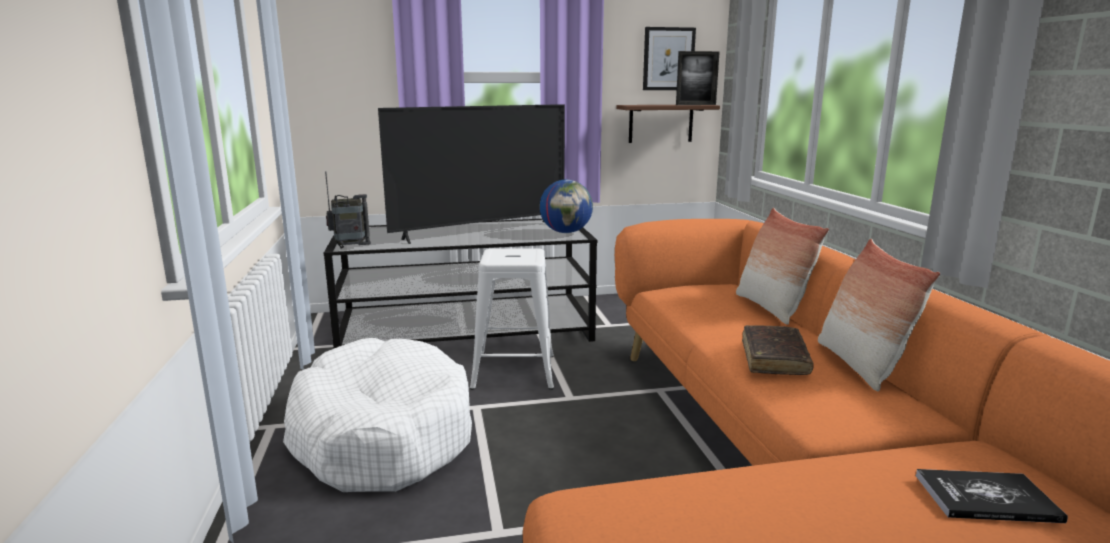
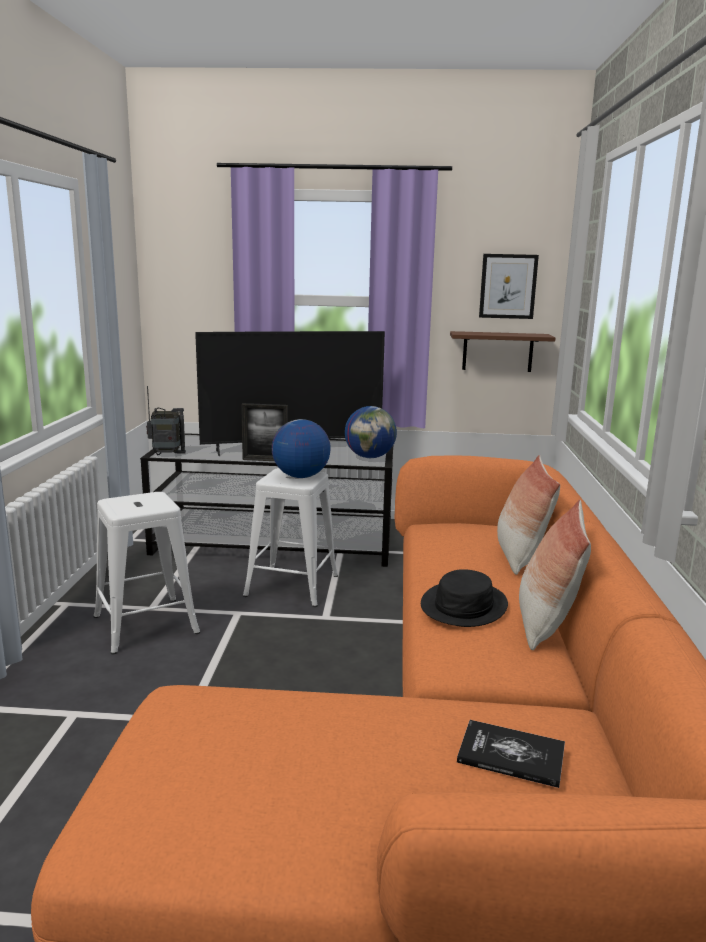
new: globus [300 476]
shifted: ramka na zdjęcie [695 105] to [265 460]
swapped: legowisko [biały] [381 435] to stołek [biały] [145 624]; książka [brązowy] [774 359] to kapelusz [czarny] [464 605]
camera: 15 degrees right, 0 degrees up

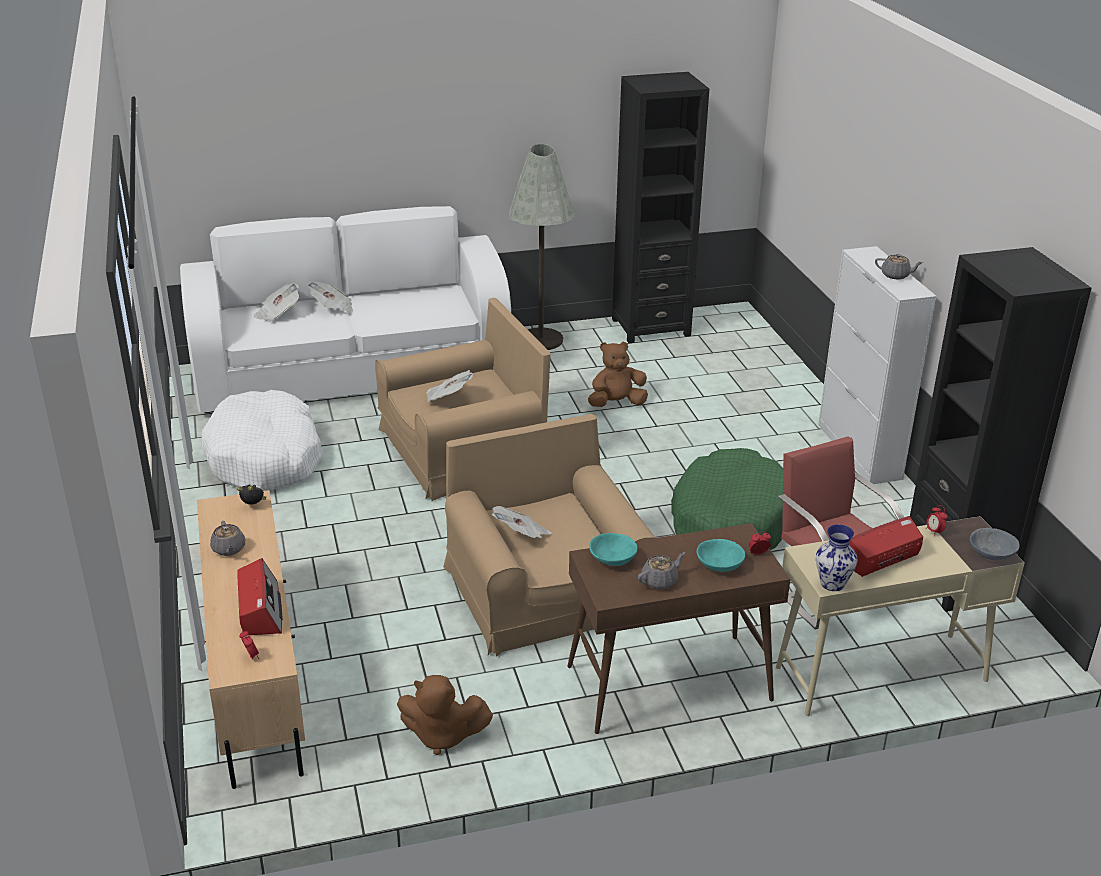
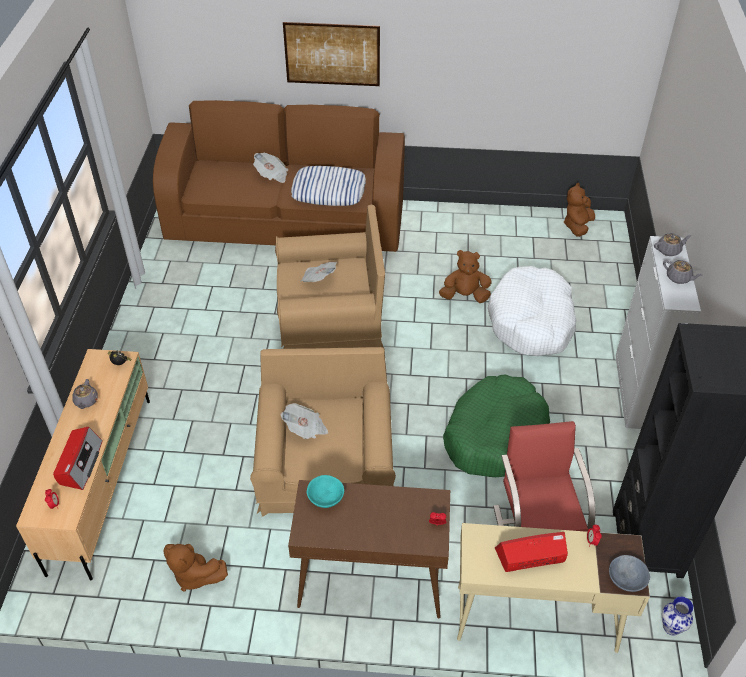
gone: gazeta [277 314]; lampa stojąca [szary] [540 340]; regał [czarny] [650 327]; miska [turkusowy] [719 565]
new: obraz [332 54]; poduszka [328 191]; pluszak [brązowy] [577 226]
shifted: legowisko [biały] [265 458] to [531 322]; imbryk [szary] [660 581] to [669 250]; wazon [833 584] to [672 627]
repainted: kanapa [biały] [353 372] to kanapa [brązowy] [286 221]
camera: 20 degrees right, 15 degrees up

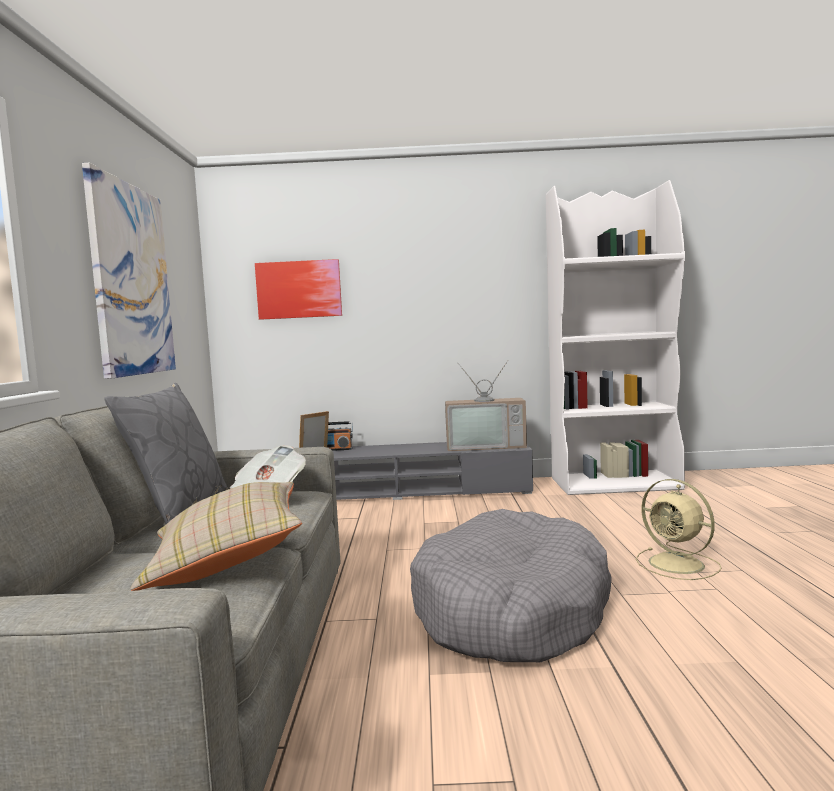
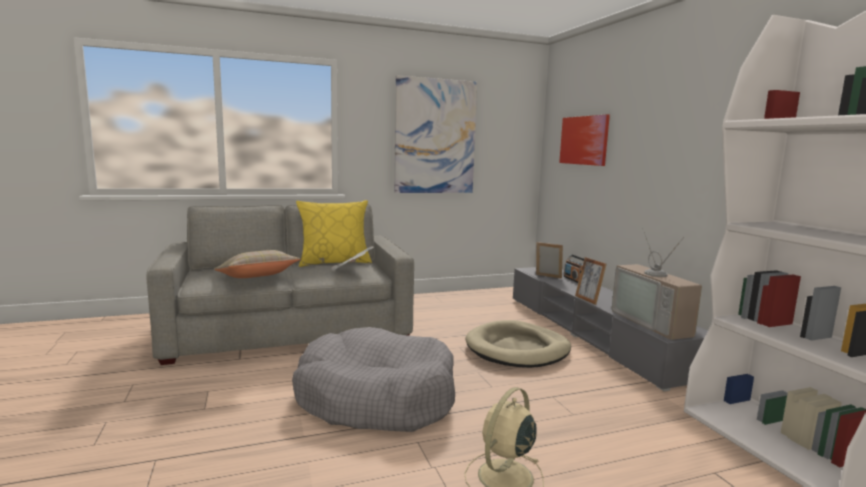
new: legowisko [beżowy] [517 349]; ramka na zdjęcie [588 300]
repainted: poduszka [szary] [179 509] to poduszka [żółty] [334 262]
camera: 70 degrees right, 5 degrees up

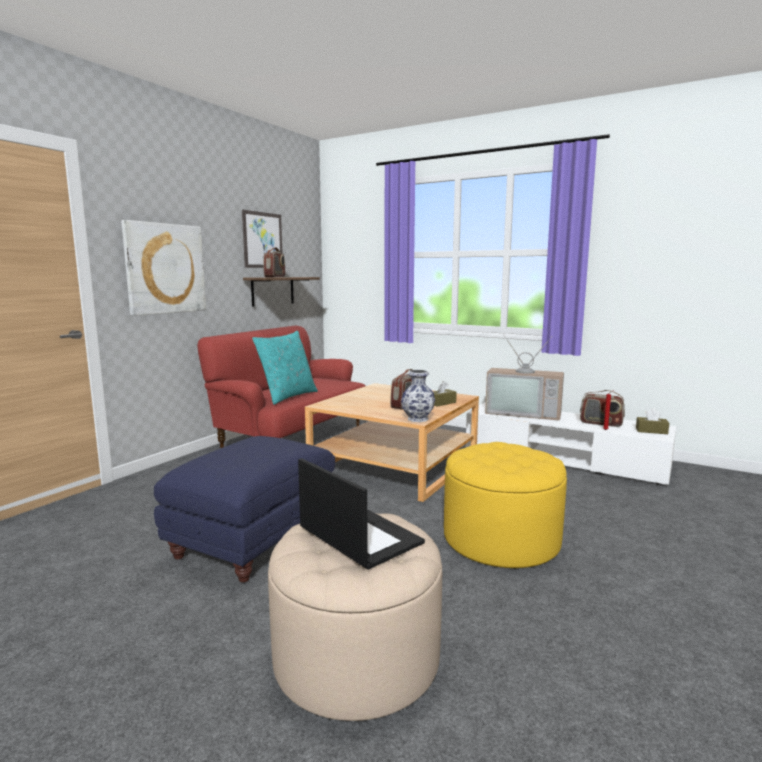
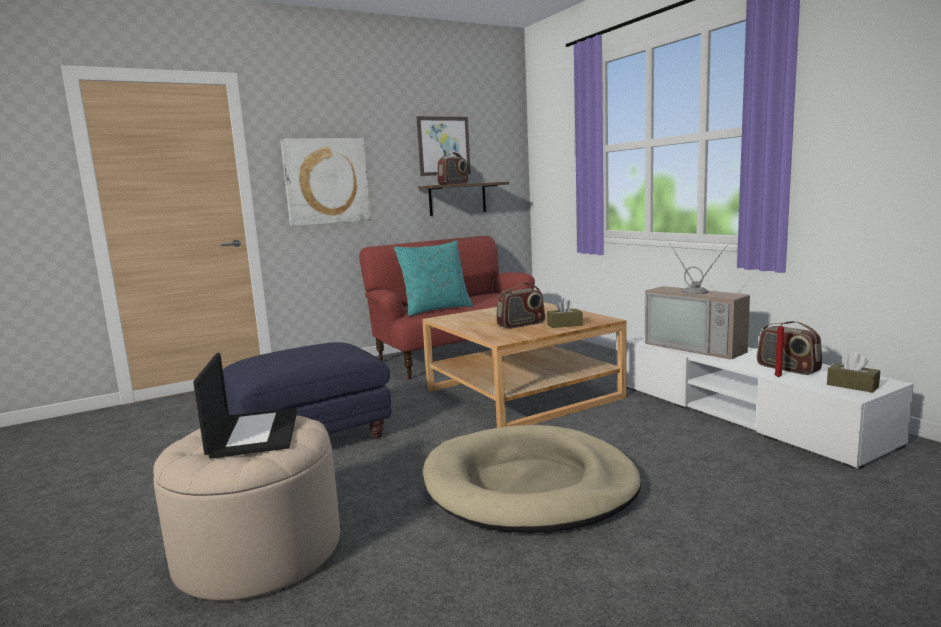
gone: wazon [417 419]
swapped: pufa [żółty] [501 539] to legowisko [beżowy] [529 485]
camera: 30 degrees right, 0 degrees up

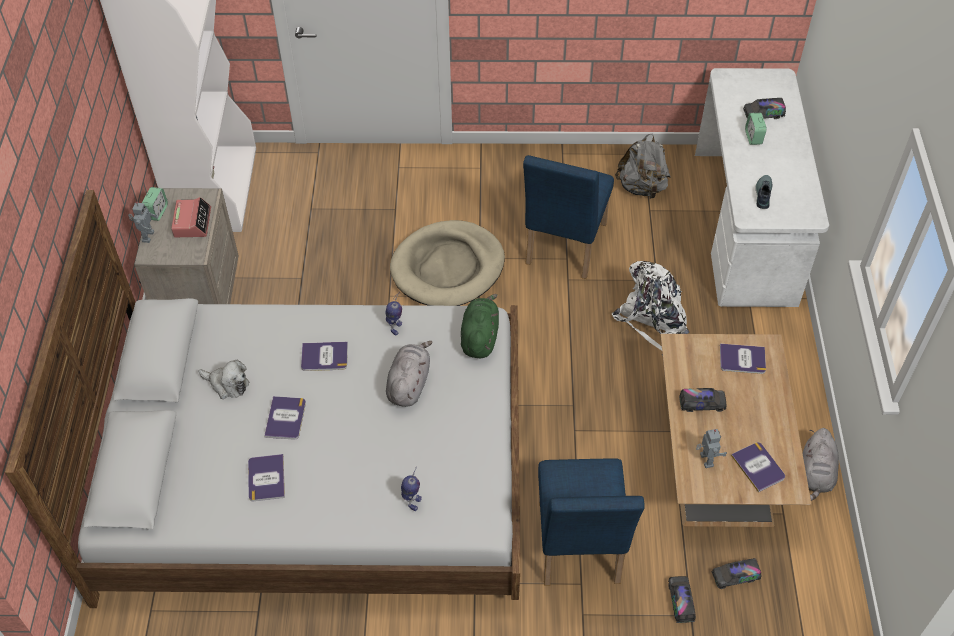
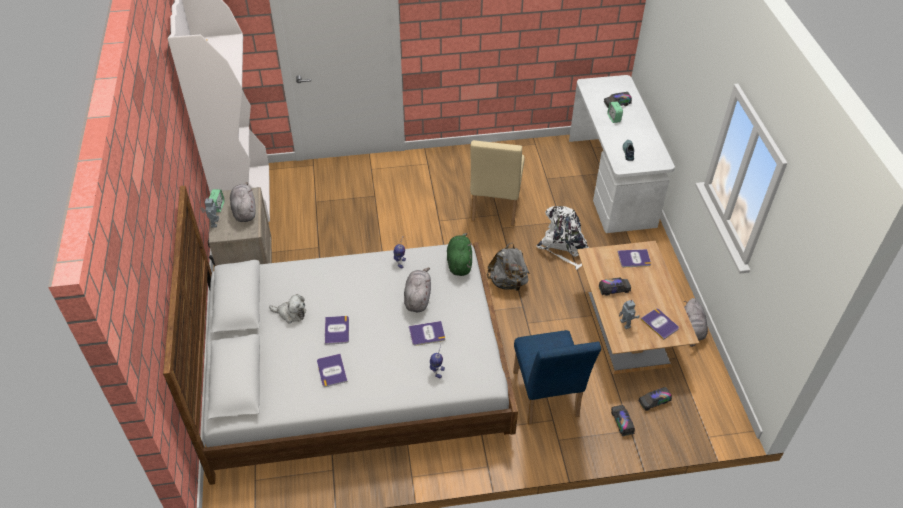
gone: legowisko [beżowy] [448 267]
shifted: książka [324 357] to [427 334]; plecak [szary] [642 187] to [508 282]
swapped: budzik [192 222] to pluszak [szary] [244 211]
repainted: krzesło [niebieski] [563 249] to krzesło [beżowy] [494 209]
camera: 10 degrees left, 5 degrees down

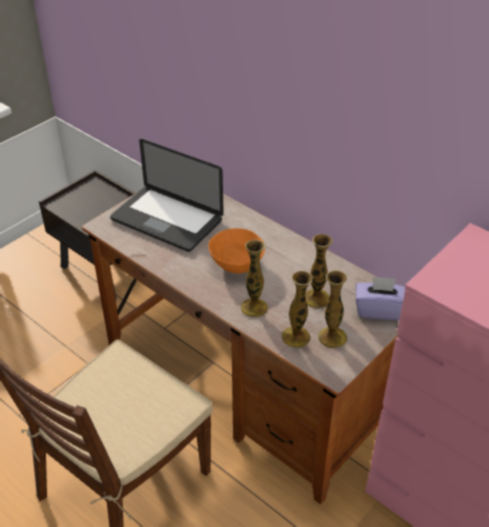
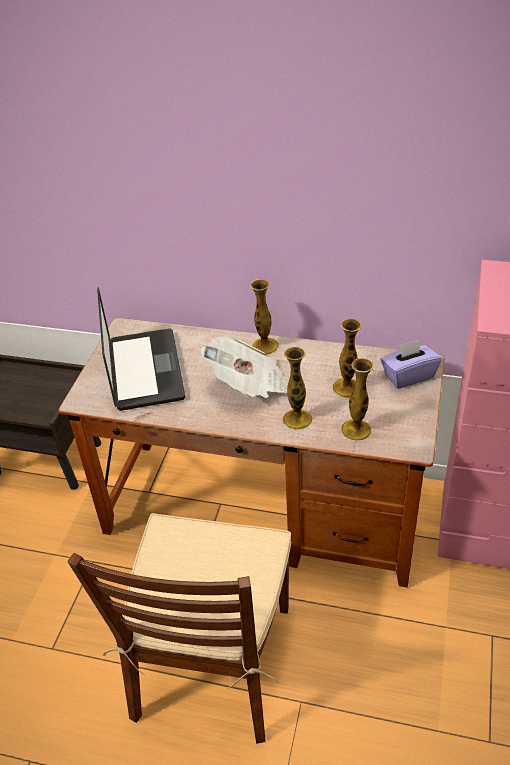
shifted: wazon [332 337] to [265 346]
swapped: miska [pomarańczowy] [237 264] to gazeta [249 385]
rotated: laptop [167 220] = [145 370] 105 degrees counterclockwise
camera: 25 degrees left, 0 degrees up

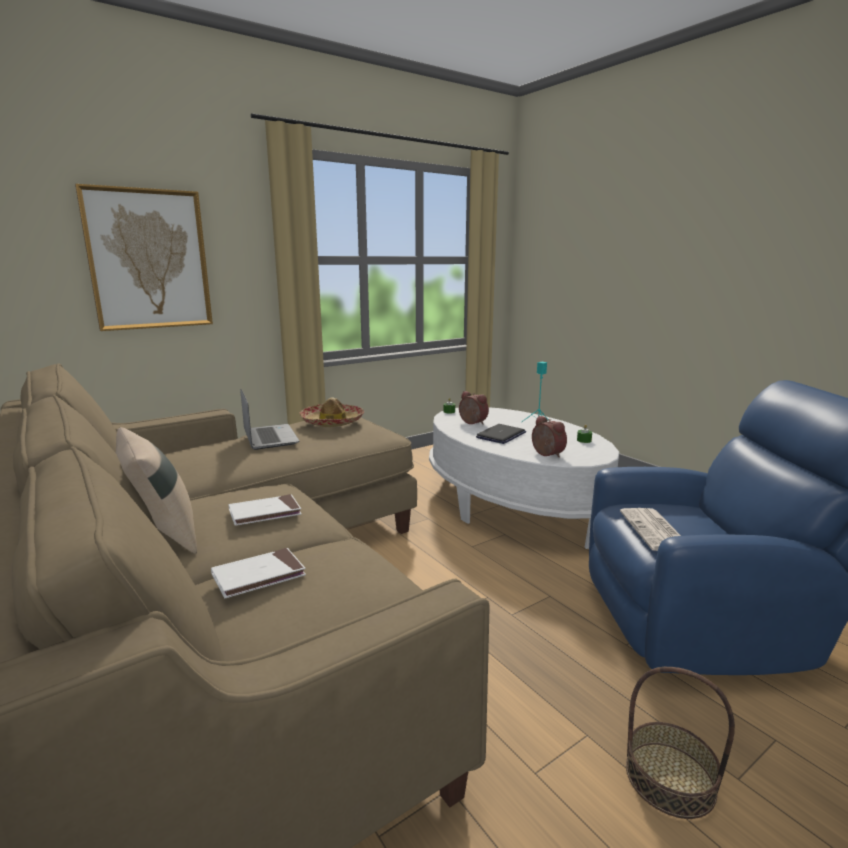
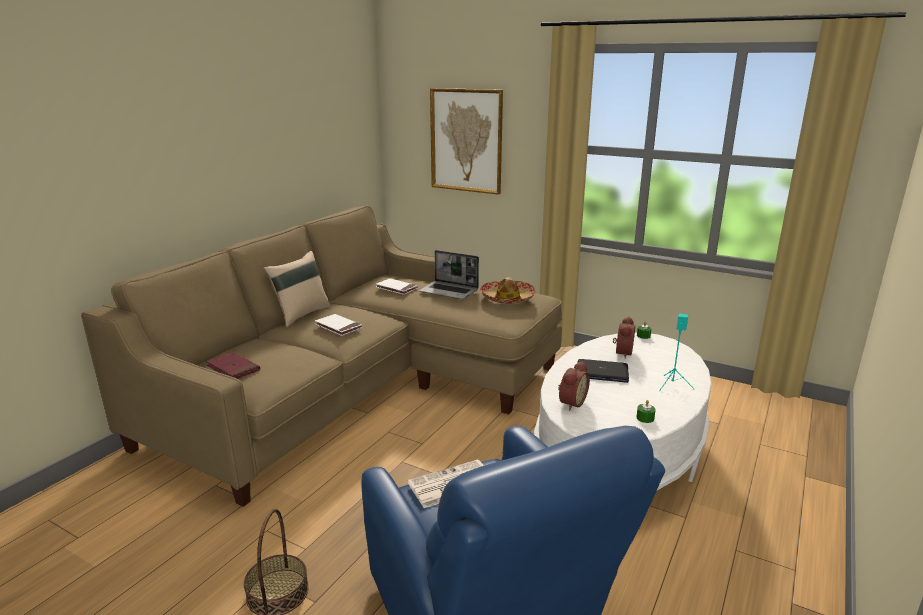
new: książka [czerwony] [233 368]
shifted: książka [biały] [258 576] to [396 288]
rotated: laptop [269 438] = [449 291] 75 degrees clockwise
camera: 65 degrees right, 5 degrees up

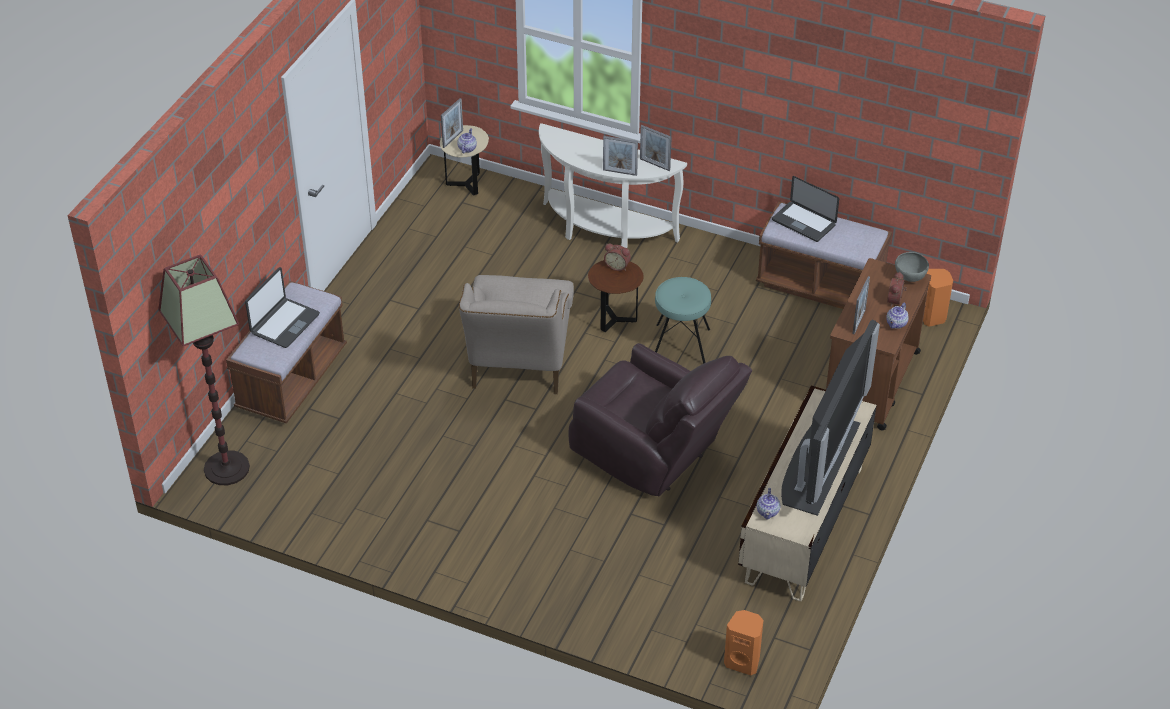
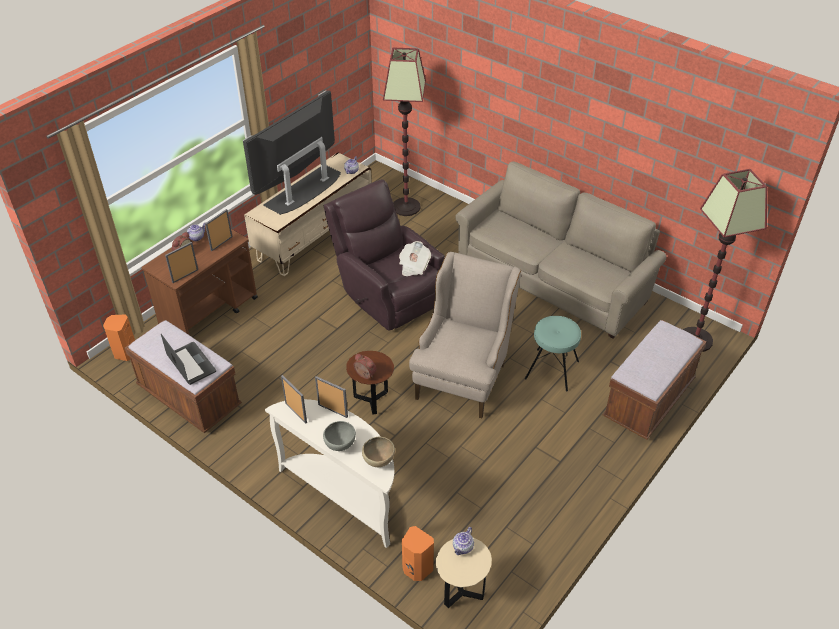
gone: laptop [284 323]
new: miska [brązowy] [379 461]; lampa stojąca [406 207]; gazeta [413 266]; kanapa [beżowy] [554 279]
shifted: ramka na zdjęcie [453 139] to [185 276]; miska [szary] [909 278] to [340 445]; głośnik [pomarańczowy] [743 661] to [416 569]; stołek [turkusowy] [681 345] to [551 370]
camera: 165 degrees left, 0 degrees up

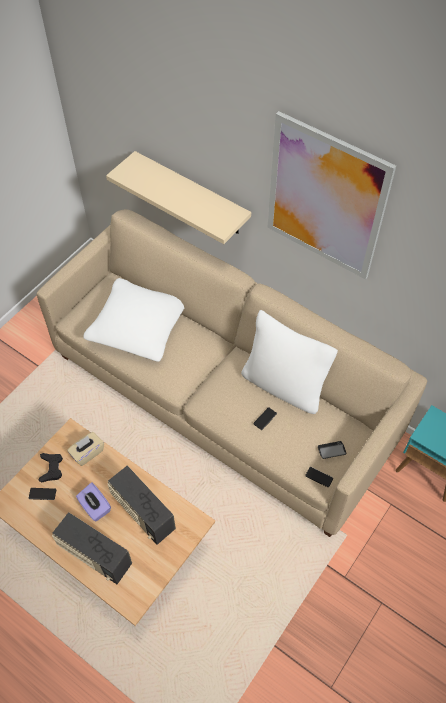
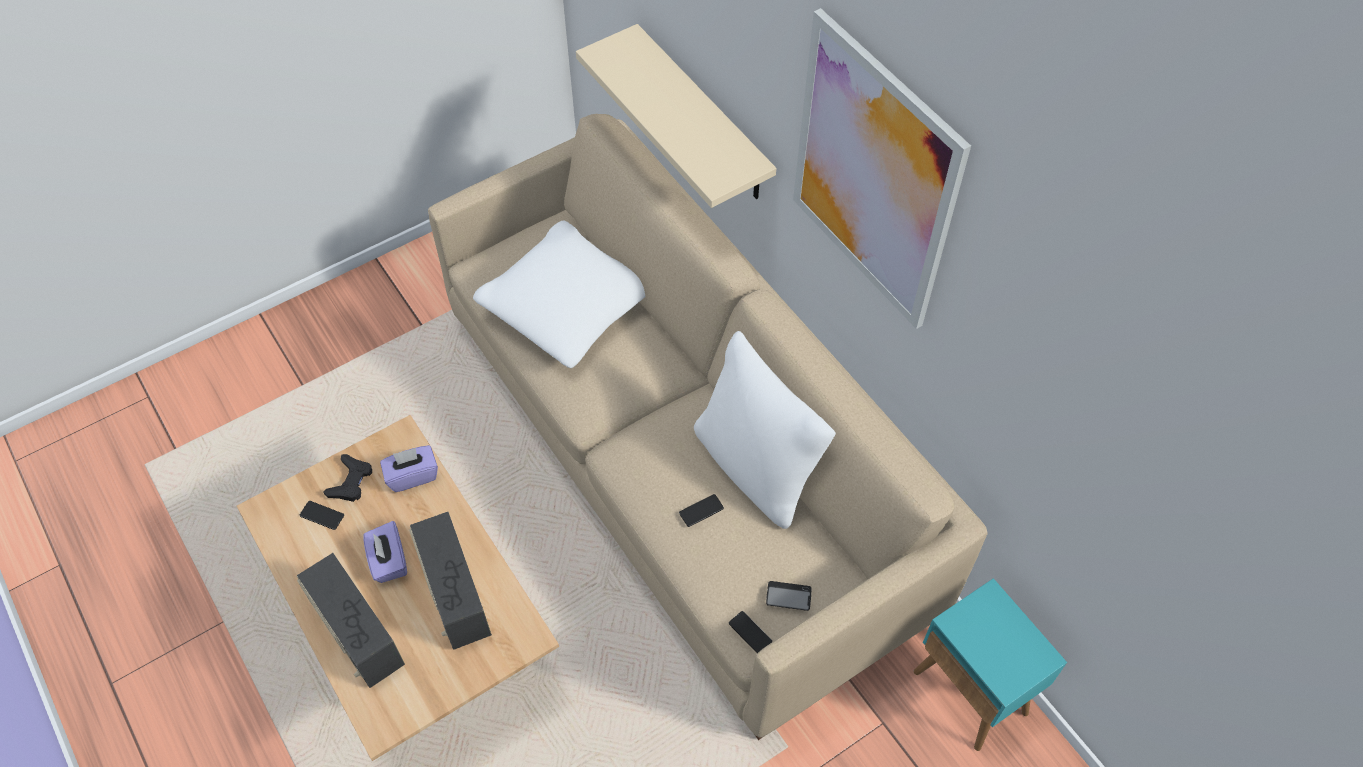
repainted: pudełko chusteczek [beżowy] [87 453] to pudełko chusteczek [fioletowy] [412 475]
camera: 20 degrees right, 0 degrees up

